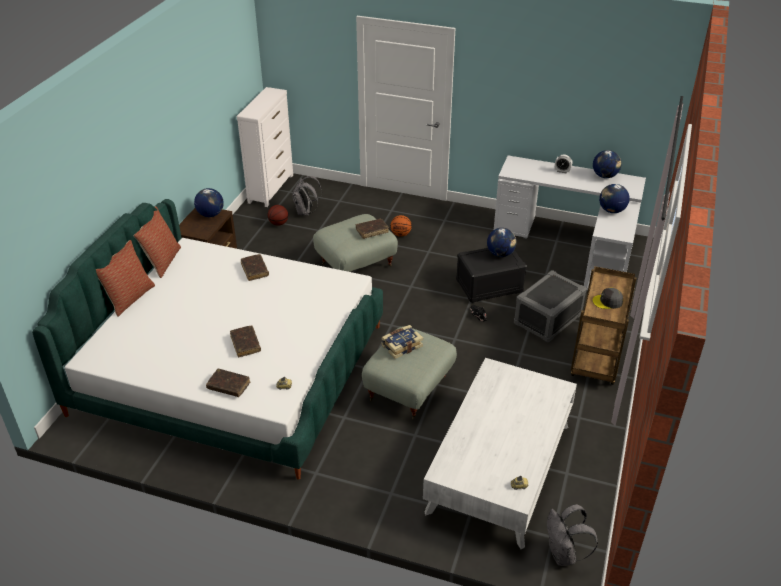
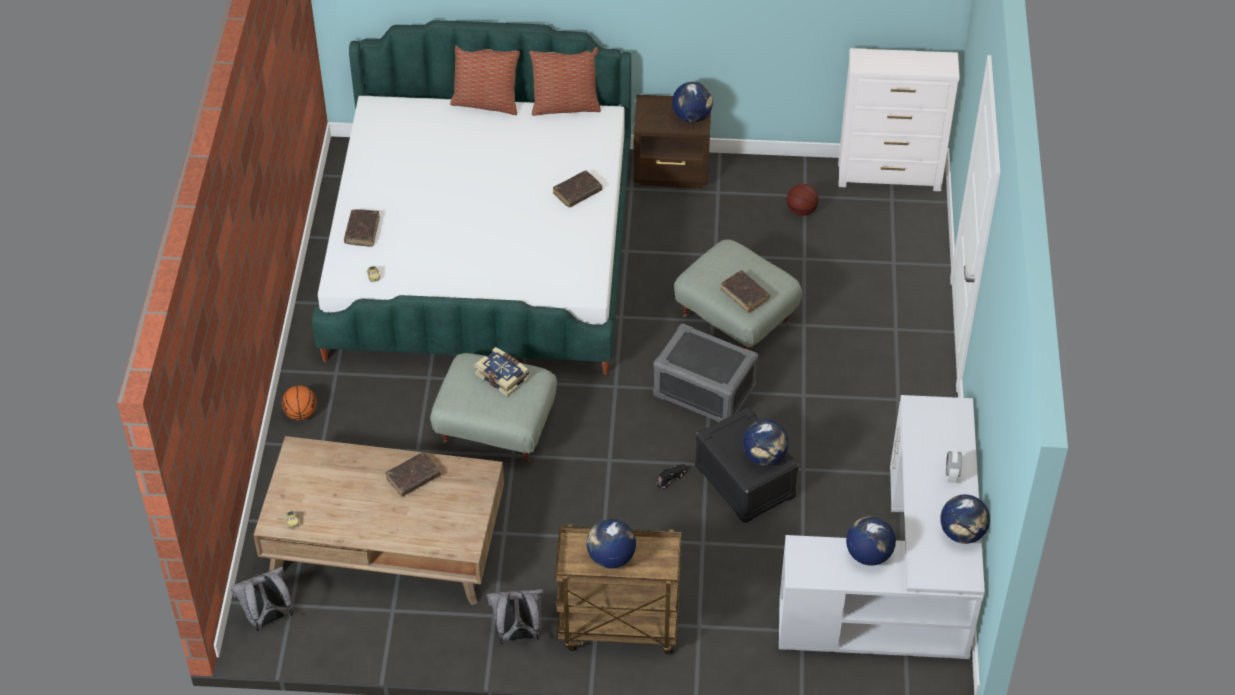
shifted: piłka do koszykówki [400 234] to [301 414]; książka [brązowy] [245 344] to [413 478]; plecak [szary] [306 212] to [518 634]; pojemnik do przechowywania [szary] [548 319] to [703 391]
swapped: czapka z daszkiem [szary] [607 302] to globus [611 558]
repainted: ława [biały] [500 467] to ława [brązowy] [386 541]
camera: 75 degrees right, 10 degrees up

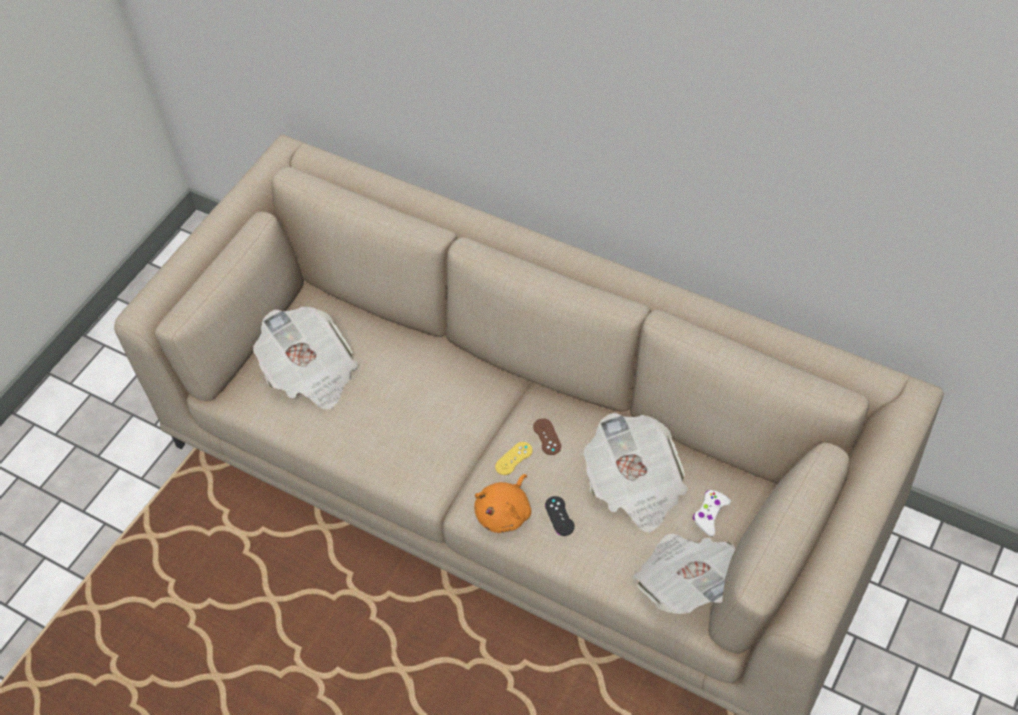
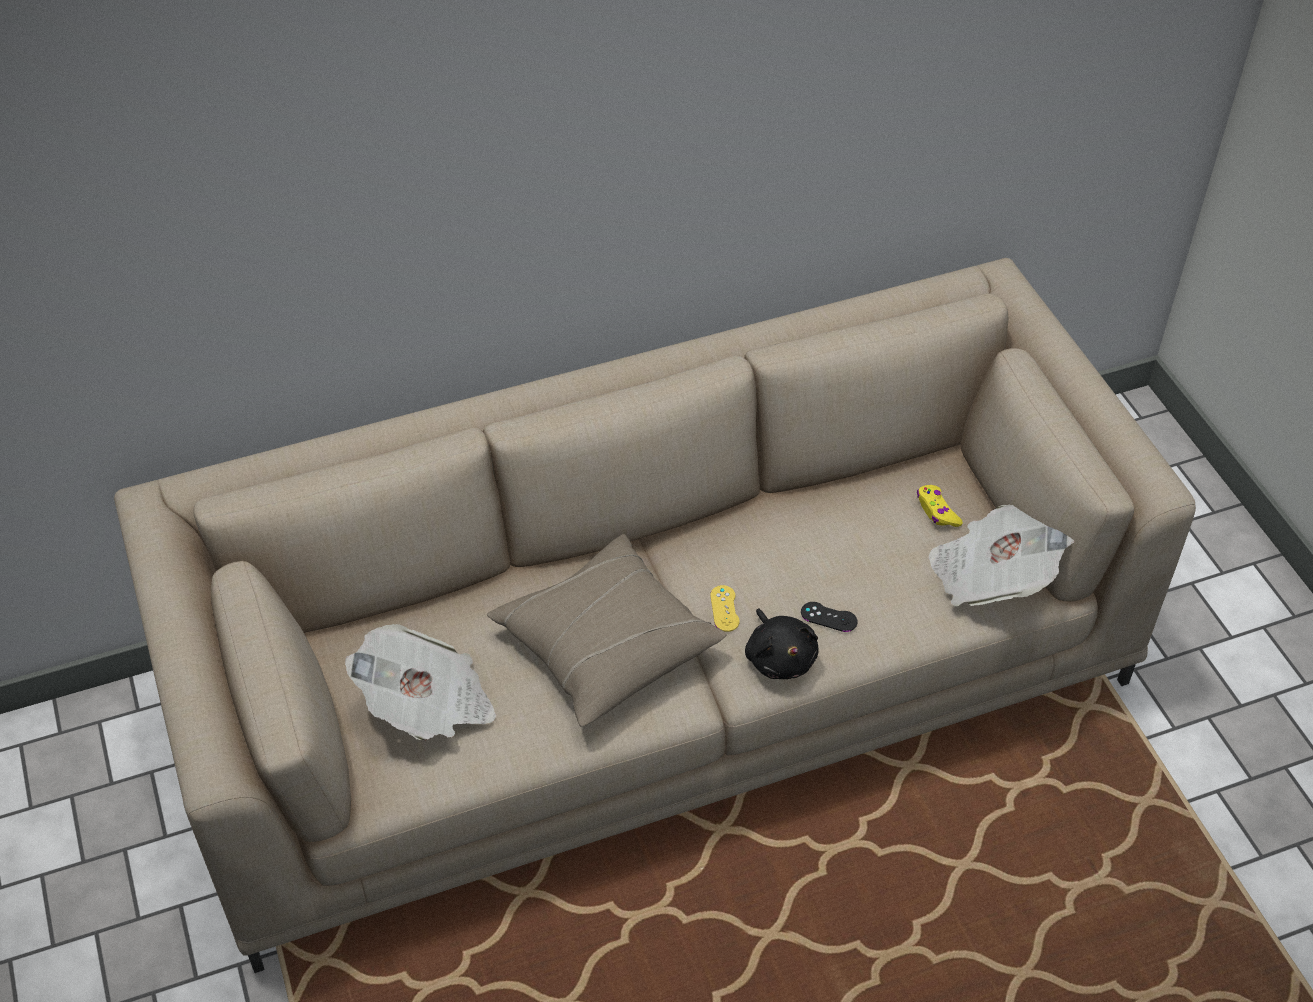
gone: pad do gier [brązowy] [547 437]; gazeta [635 486]
new: poduszka [beżowy] [606 645]
repainted: pluszak [pomarańczowy] [505 513] to pluszak [czarny] [780 657]; pad do gier [biały] [710 515] to pad do gier [żółty] [937 511]
camera: 55 degrees left, 5 degrees down

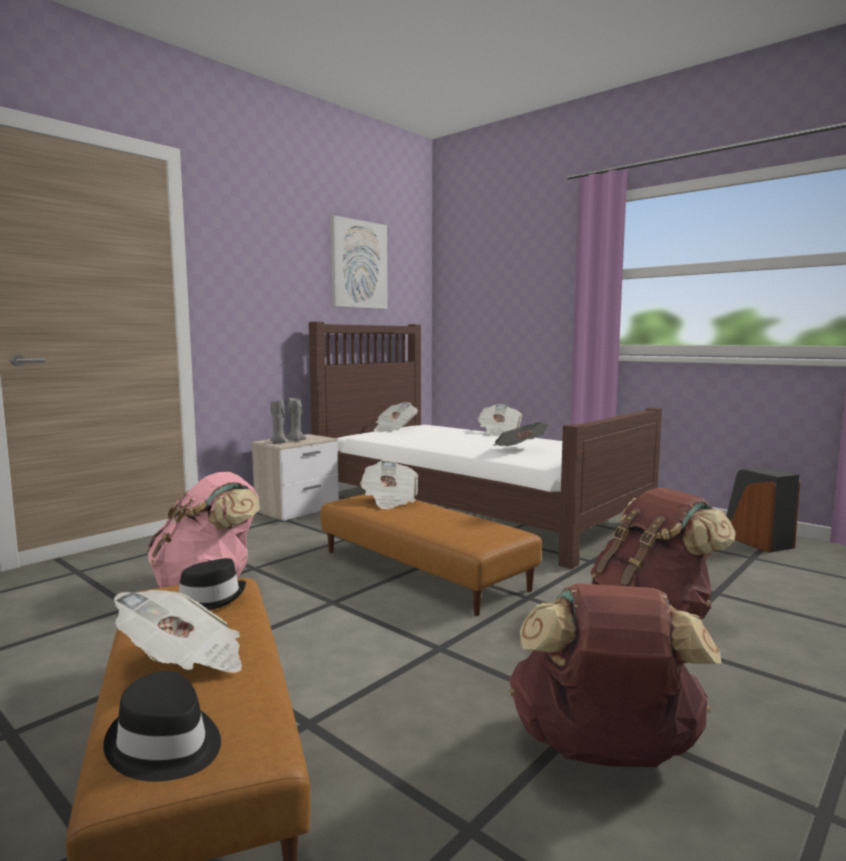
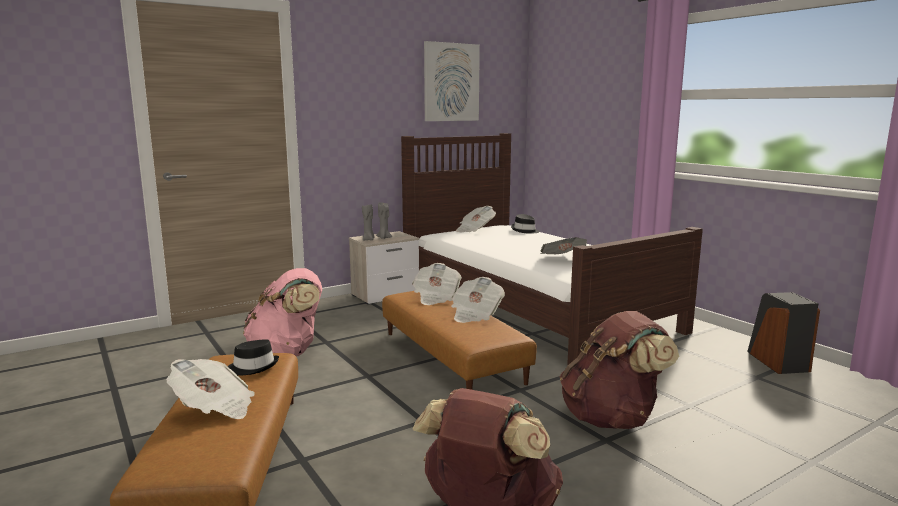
shifted: gazeta [499 433] to [475 314]; kapelusz [czarny] [165 746] to [525 230]
camera: 15 degrees right, 5 degrees up

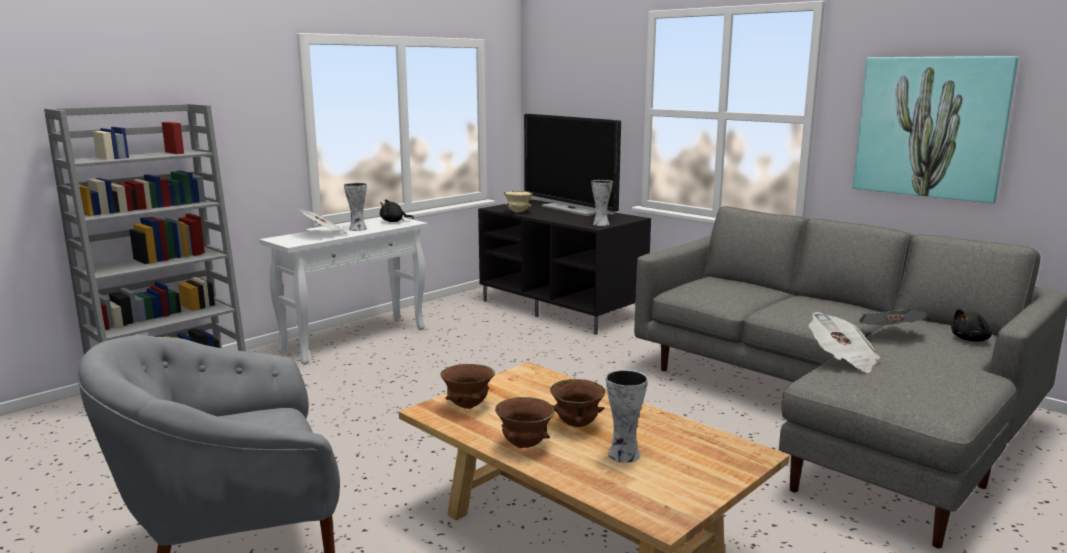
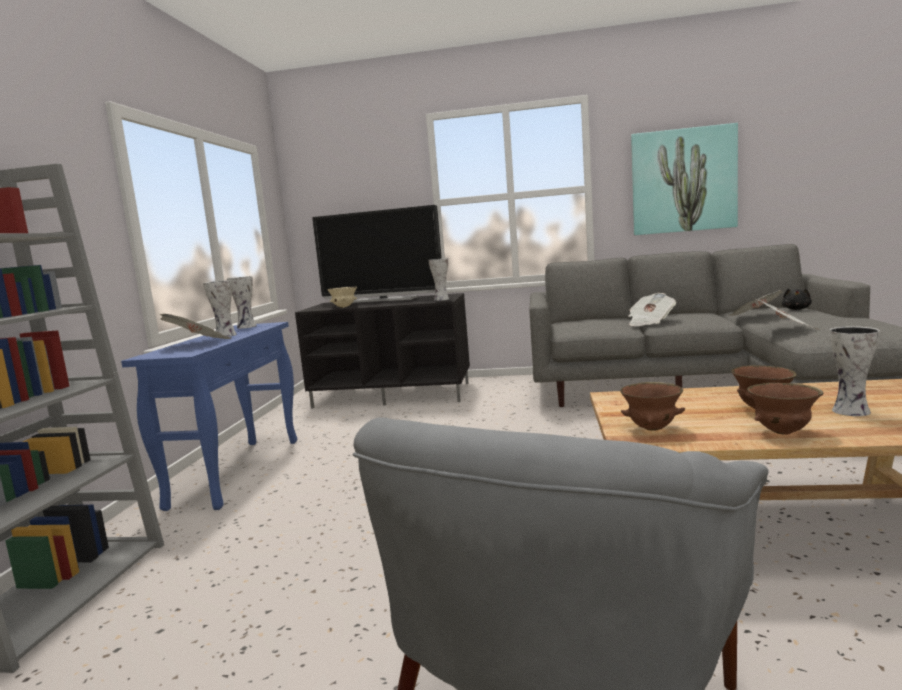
new: gazeta [649 322]
swapped: pluszak [czarny] [394 221] to wazon [247 326]
repainted: stolik konsolowy [biały] [355 340] to stolik konsolowy [niebieski] [238 471]
camera: 35 degrees left, 5 degrees down

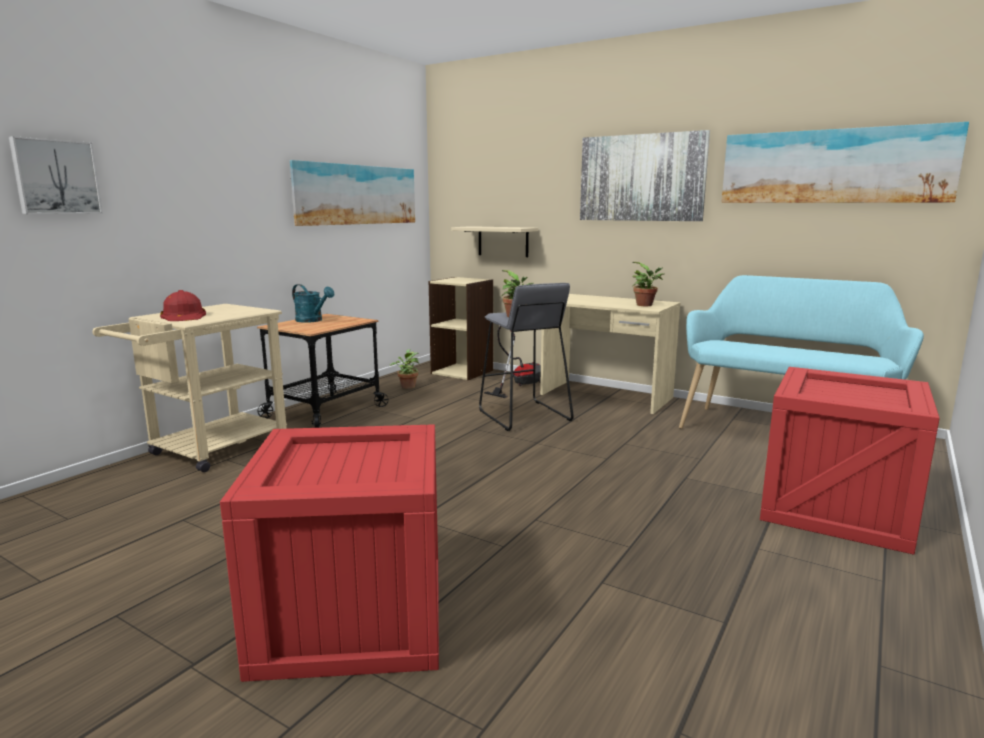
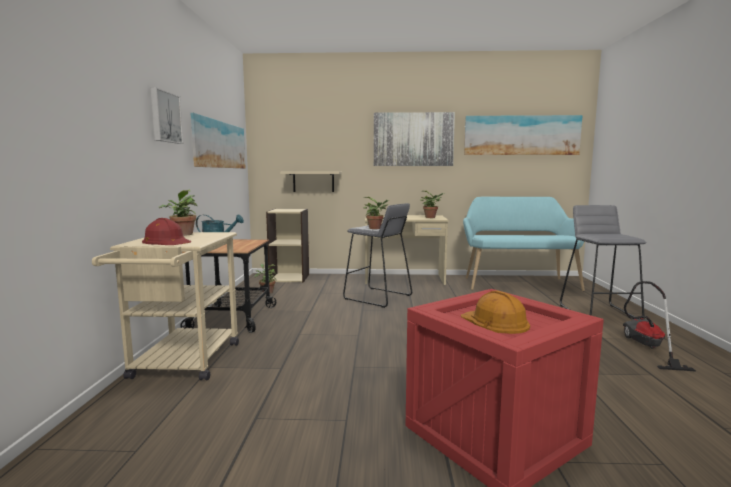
new: roślina doniczkowa [183 234]; kask [pomarańczowy] [495 321]
shifted: obraz [56 177] to [164 117]; odkurzacz [519 385] to [646 347]
swapped: skrzynka [838 509] to stołek [szary] [599 313]
camera: 30 degrees left, 5 degrees down

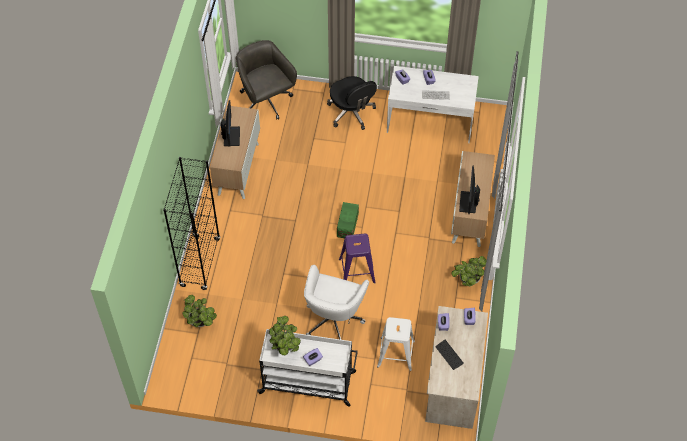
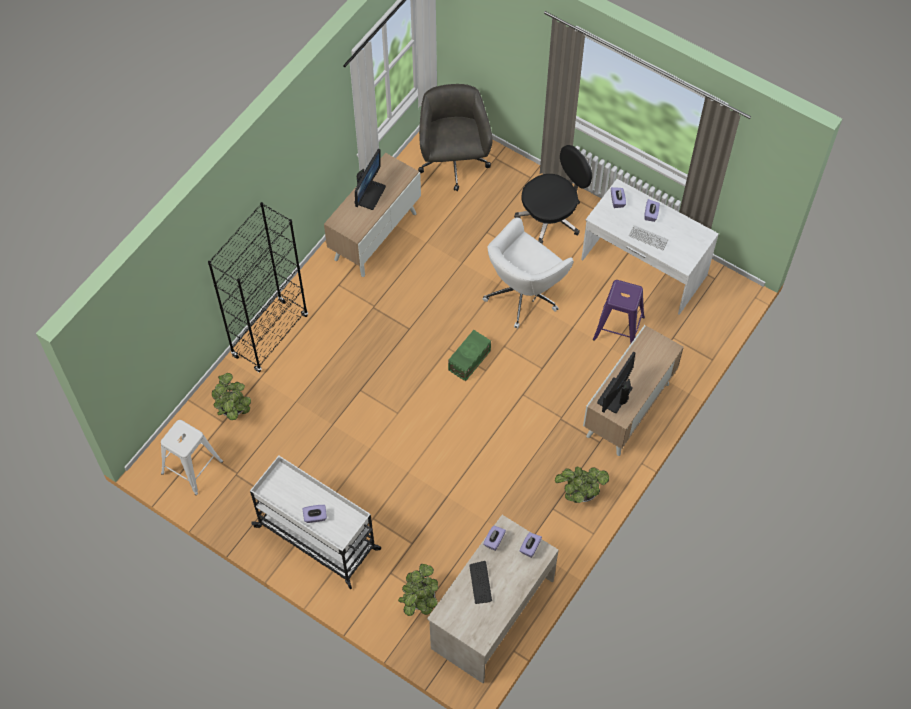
shifted: stołek [biały] [395 353] to [192 466]; roślina doniczkowa [284 347] to [419 601]; krzesło biurowe [biały] [334 319] to [523 293]; stołek [fioletowy] [356 271] to [618 328]
rotated: krzesło biurowe [czarny] [351 113] = [551 217] 120 degrees counterclockwise
camera: 25 degrees right, 5 degrees up

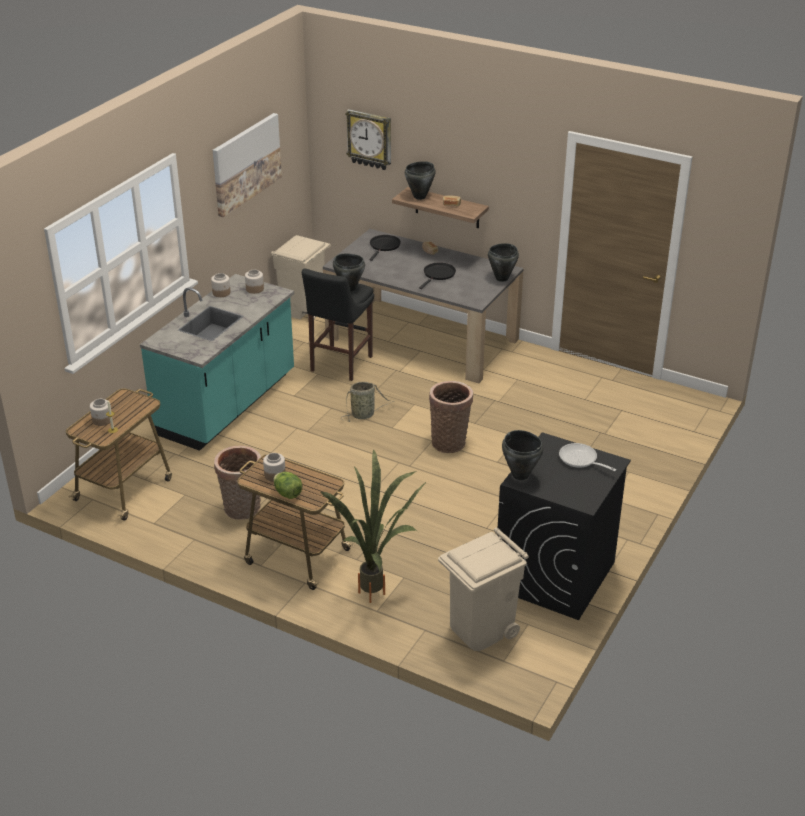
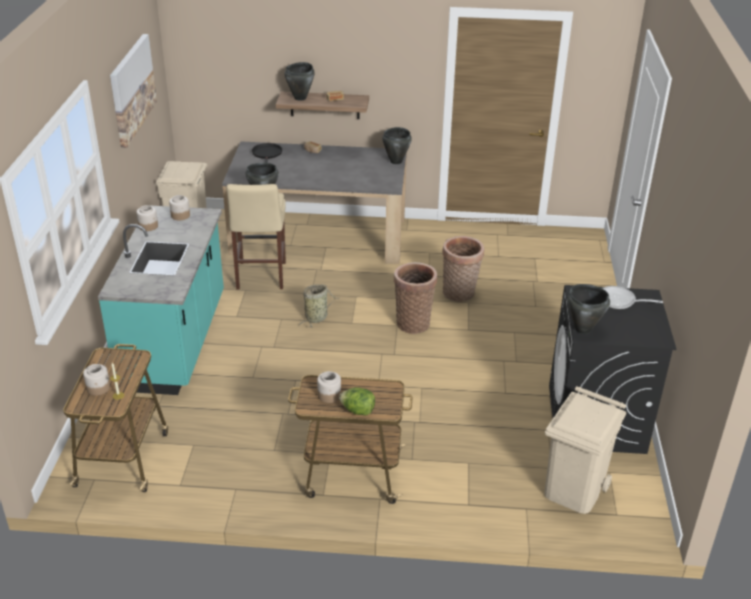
gone: roślina doniczkowa [379 591]; zegar ścienny [370 139]; patelnia [czarny] [438 274]
shifted: koszyk [242 510] to [460 294]
repainted: stołek [czarny] [339 365] to stołek [beżowy] [260 277]
camera: 25 degrees left, 0 degrees up

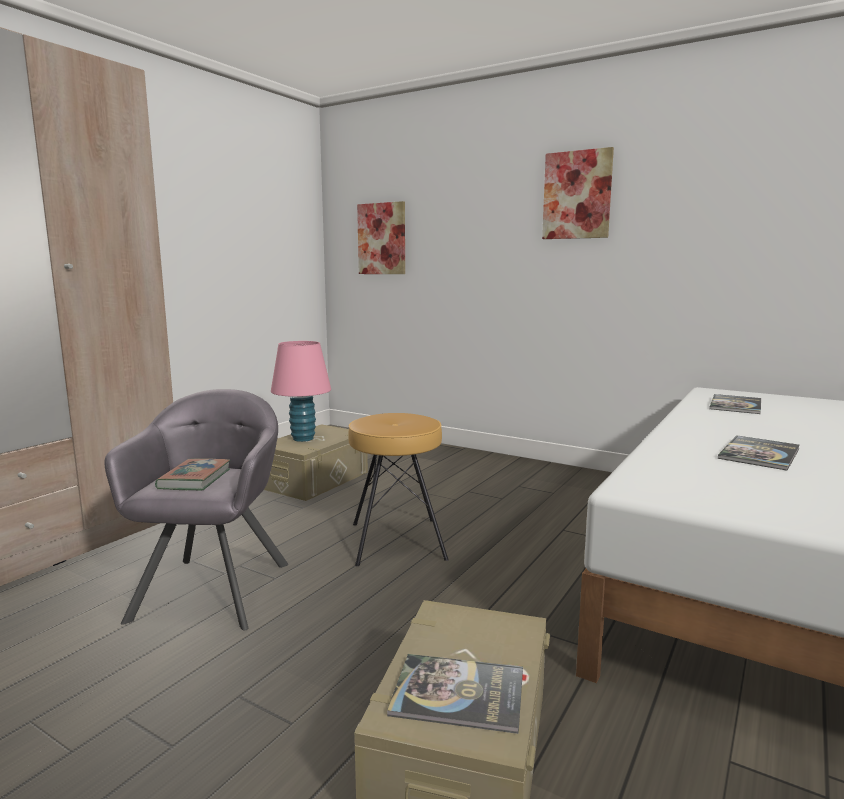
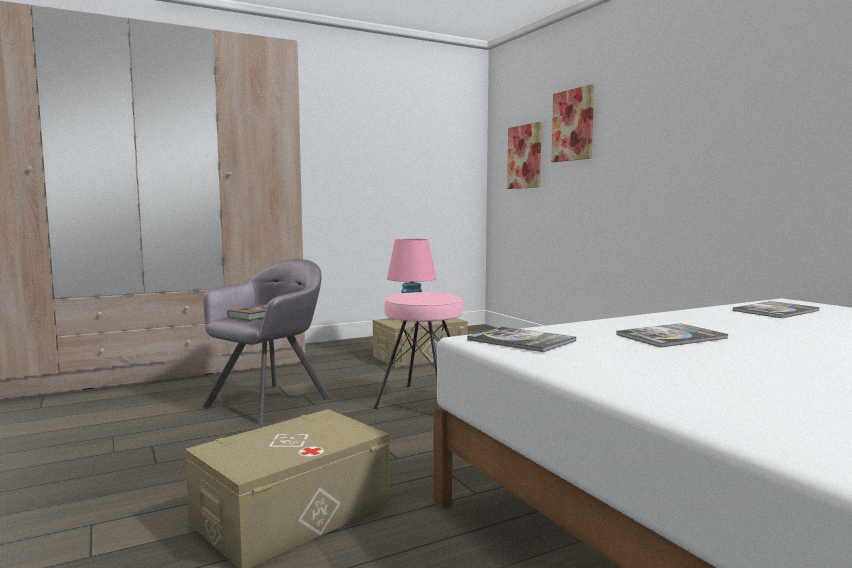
shifted: książka [458 693] to [521 341]; obraz [577 195] to [573 125]
repainted: stołek [brązowy] [396 541] to stołek [różowy] [424 401]
camera: 30 degrees right, 5 degrees down

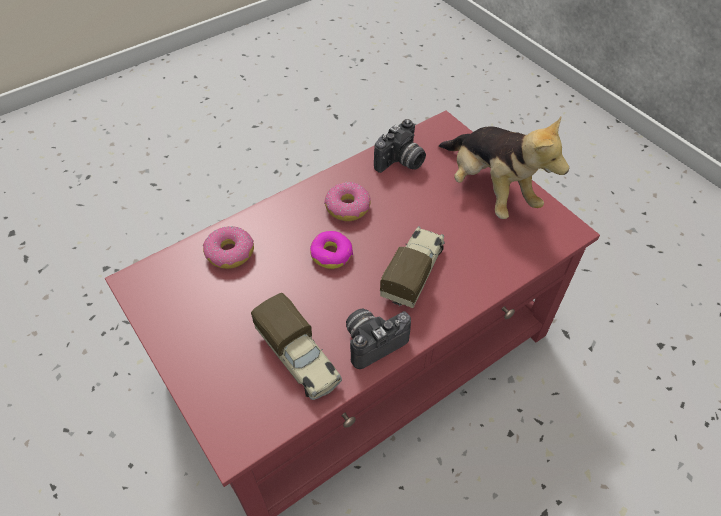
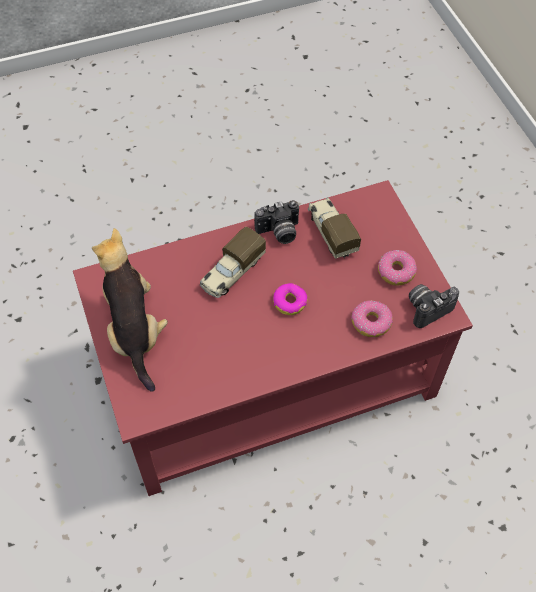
shifted: donut [348 207] to [396 271]; aparat fotograficzny [401 163] to [427 308]
camera: 165 degrees left, 5 degrees up

